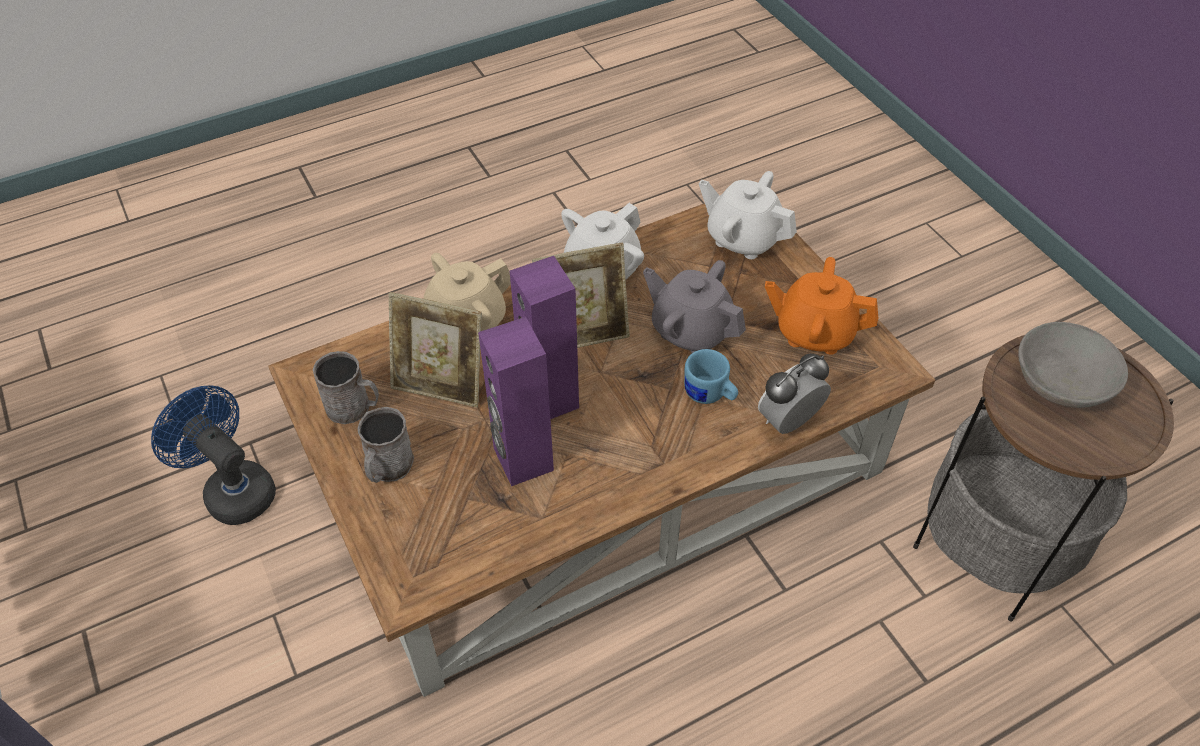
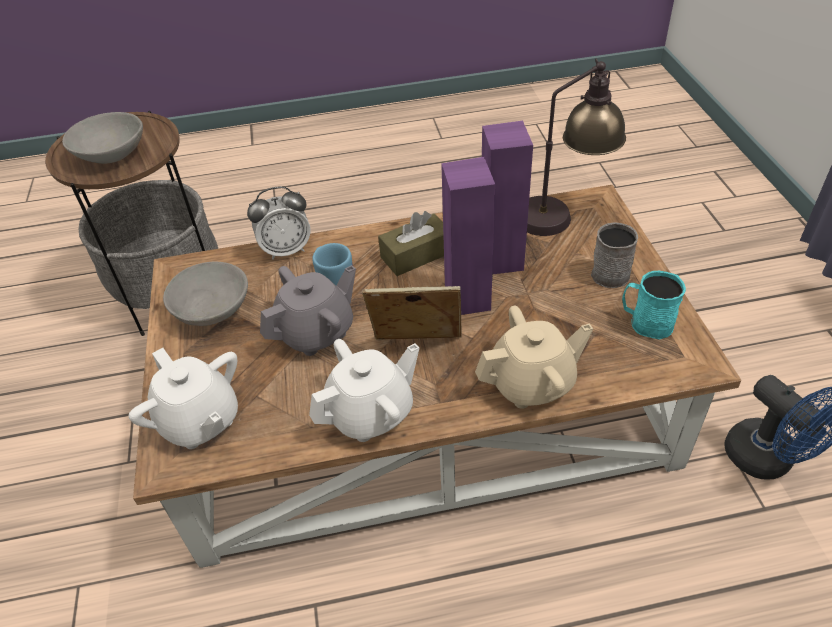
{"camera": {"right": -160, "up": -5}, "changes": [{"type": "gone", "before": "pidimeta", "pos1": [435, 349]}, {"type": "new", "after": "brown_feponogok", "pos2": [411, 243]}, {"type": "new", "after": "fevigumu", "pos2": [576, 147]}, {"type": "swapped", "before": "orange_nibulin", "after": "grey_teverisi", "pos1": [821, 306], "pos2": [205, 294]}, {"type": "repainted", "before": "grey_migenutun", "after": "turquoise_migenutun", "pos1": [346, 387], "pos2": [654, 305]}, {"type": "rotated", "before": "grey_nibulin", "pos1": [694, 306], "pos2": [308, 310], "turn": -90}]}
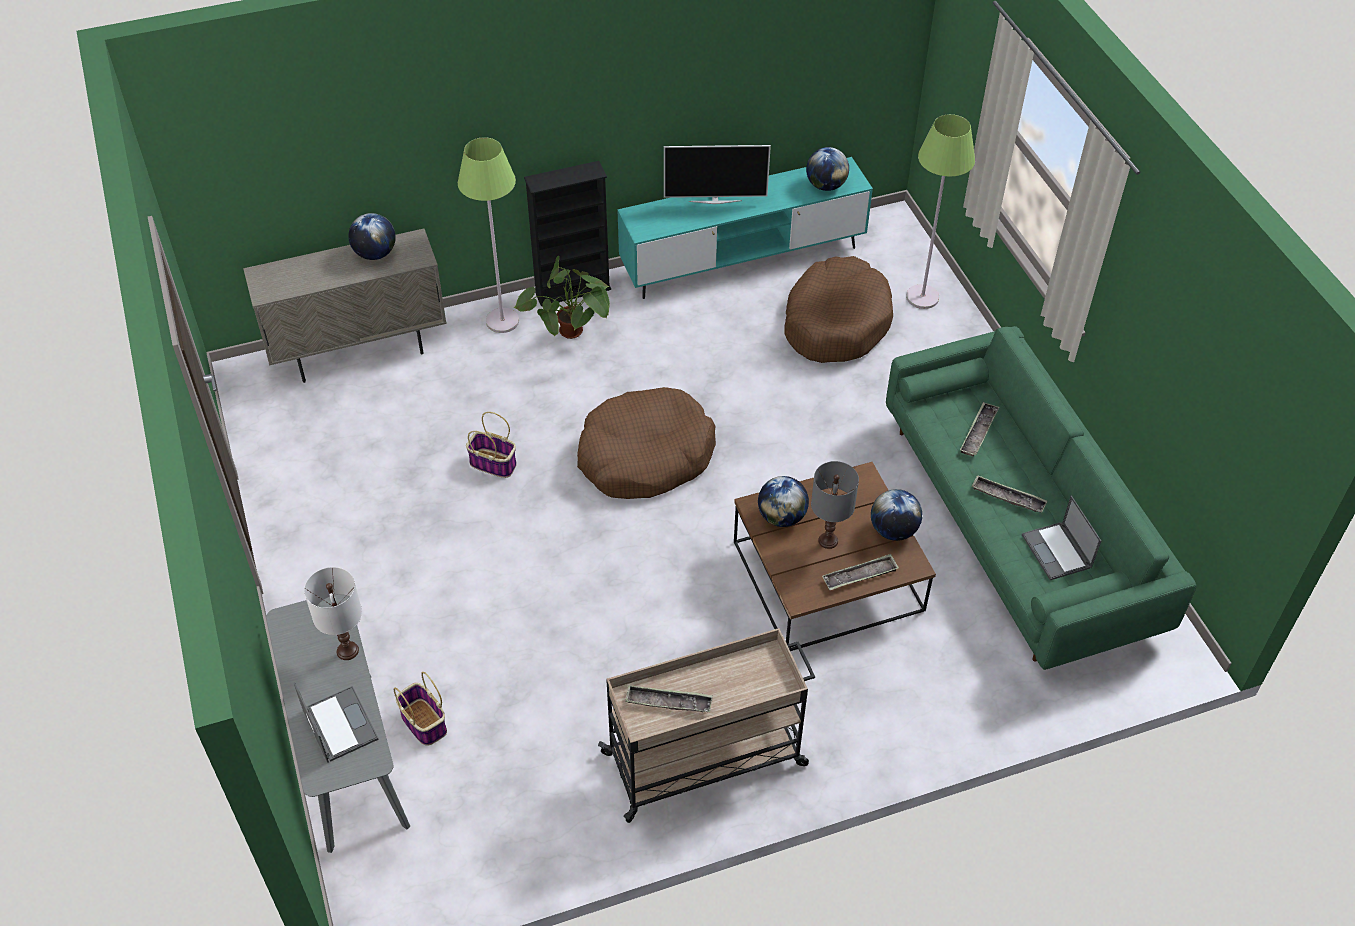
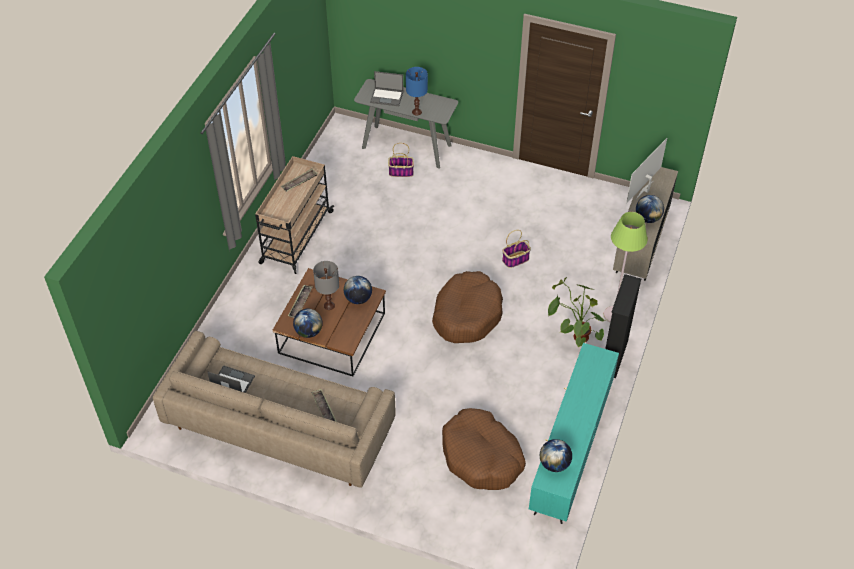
{"camera": {"right": 130, "up": 0}, "changes": [{"type": "gone", "before": "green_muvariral", "pos1": [940, 211]}, {"type": "gone", "before": "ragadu", "pos1": [1009, 494]}, {"type": "shifted", "before": "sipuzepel", "pos1": [717, 174], "pos2": [646, 171]}, {"type": "repainted", "before": "white_fevigumu", "after": "blue_fevigumu", "pos1": [333, 613], "pos2": [417, 91]}, {"type": "repainted", "before": "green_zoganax", "after": "beige_zoganax", "pos1": [1041, 498], "pos2": [274, 409]}]}
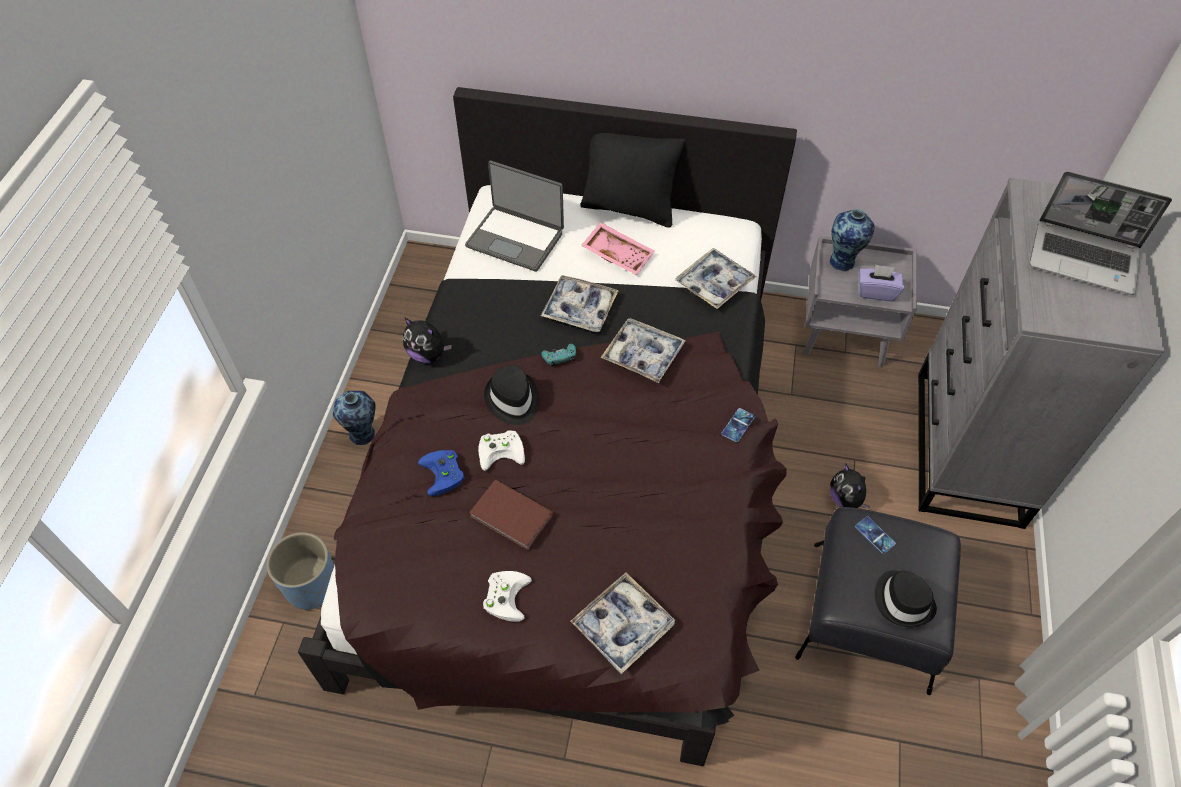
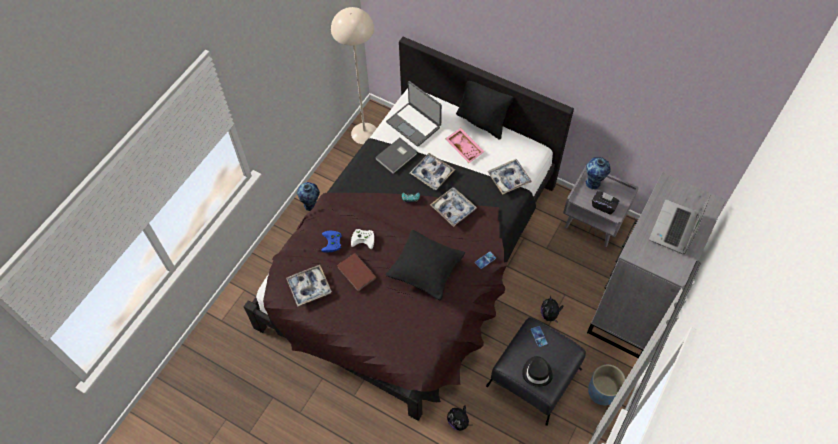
{"camera": {"right": 20, "up": 5}, "changes": [{"type": "gone", "before": "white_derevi", "pos1": [507, 596]}, {"type": "gone", "before": "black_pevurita", "pos1": [512, 395]}, {"type": "new", "after": "beige_muvariral", "pos2": [354, 75]}, {"type": "new", "after": "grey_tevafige", "pos2": [396, 156]}, {"type": "new", "after": "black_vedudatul", "pos2": [425, 264]}, {"type": "shifted", "before": "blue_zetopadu", "pos1": [300, 571], "pos2": [607, 385]}, {"type": "shifted", "before": "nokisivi", "pos1": [427, 340], "pos2": [458, 418]}, {"type": "shifted", "before": "ragadu", "pos1": [623, 623], "pos2": [309, 285]}, {"type": "repainted", "before": "purple_feponogok", "after": "black_feponogok", "pos1": [881, 283], "pos2": [606, 203]}, {"type": "rotated", "before": "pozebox", "pos1": [1100, 233], "pos2": [680, 224], "turn": 75}]}
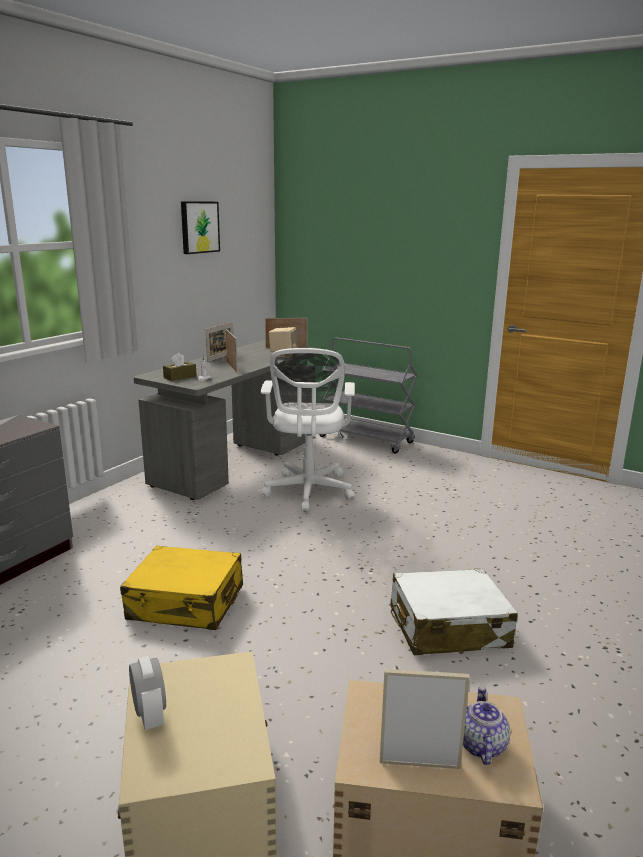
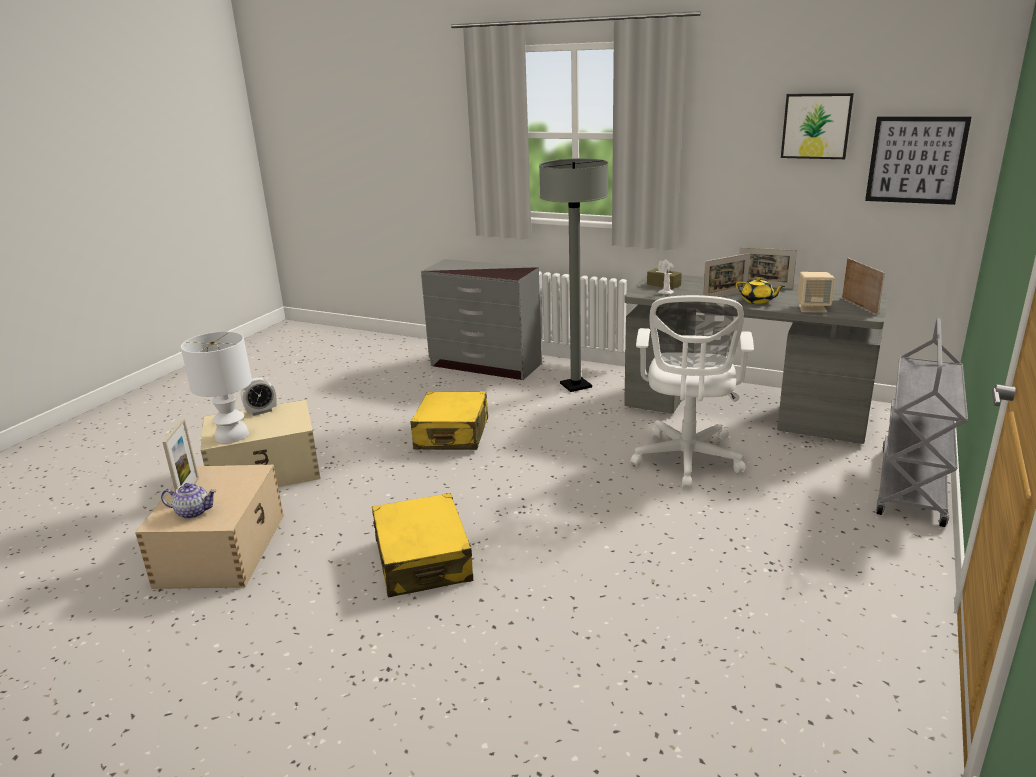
{"camera": {"right": 85, "up": 5}, "changes": [{"type": "new", "after": "white_fevigumu", "pos2": [216, 387]}, {"type": "new", "after": "grey_muvariral", "pos2": [574, 275]}, {"type": "new", "after": "yellow_nibulin", "pos2": [760, 290]}, {"type": "new", "after": "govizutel", "pos2": [918, 160]}, {"type": "repainted", "before": "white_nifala", "after": "yellow_nifala", "pos1": [454, 612], "pos2": [422, 545]}, {"type": "rotated", "before": "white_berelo", "pos1": [308, 430], "pos2": [692, 392], "turn": -75}]}
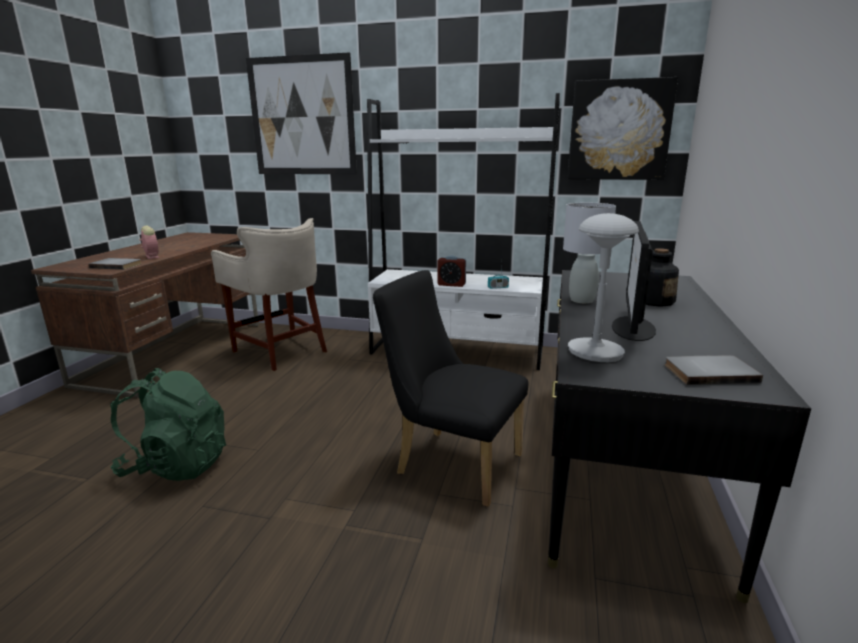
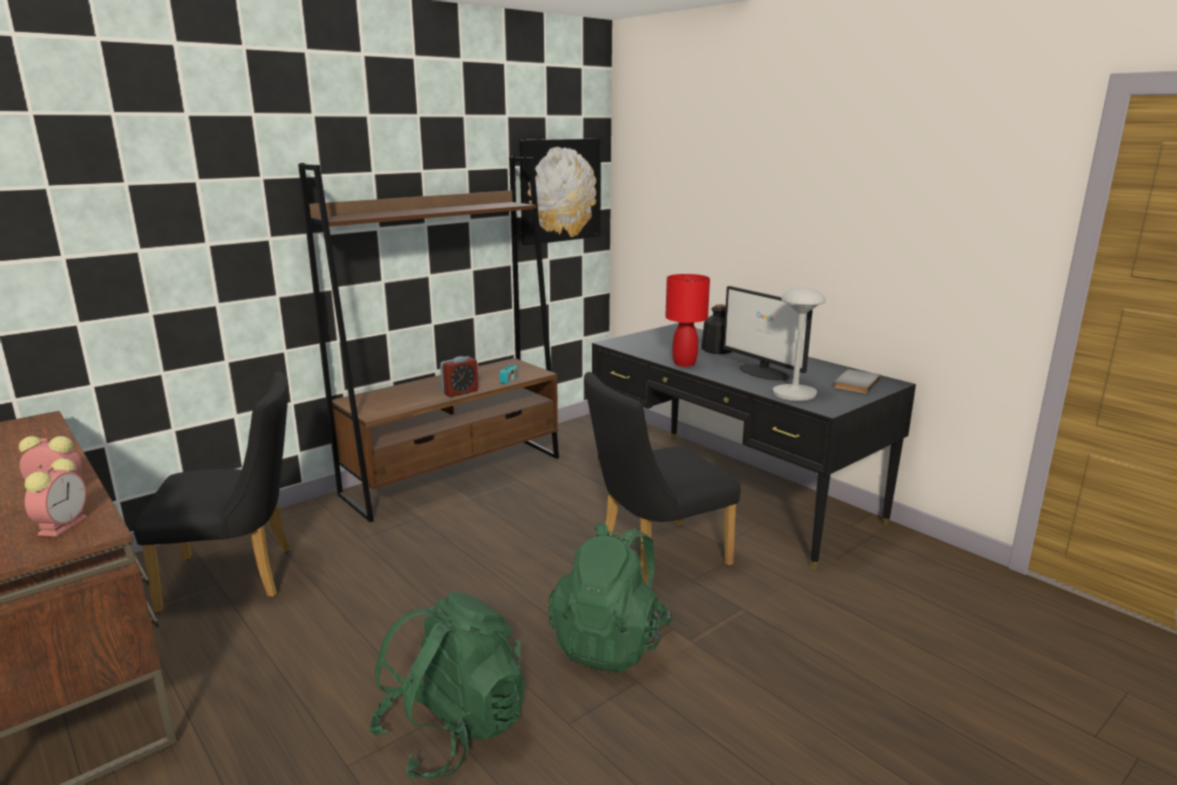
{"camera": {"right": -55, "up": 0}, "changes": [{"type": "gone", "before": "govizutel", "pos1": [301, 113]}, {"type": "new", "after": "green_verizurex", "pos2": [610, 597]}, {"type": "swapped", "before": "grey_tevafige", "after": "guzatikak", "pos1": [114, 264], "pos2": [56, 497]}, {"type": "swapped", "before": "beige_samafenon", "after": "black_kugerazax", "pos1": [269, 294], "pos2": [211, 492]}, {"type": "repainted", "before": "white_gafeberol", "after": "brown_gafeberol", "pos1": [463, 231], "pos2": [428, 339]}, {"type": "repainted", "before": "grey_fevigumu", "after": "red_fevigumu", "pos1": [589, 253], "pos2": [687, 320]}]}
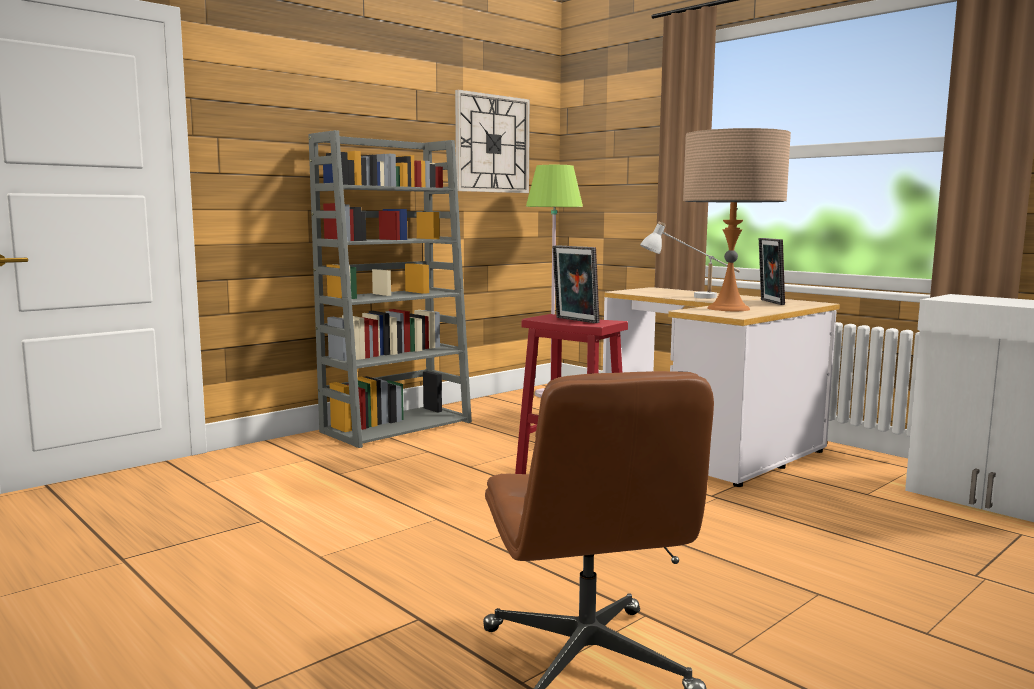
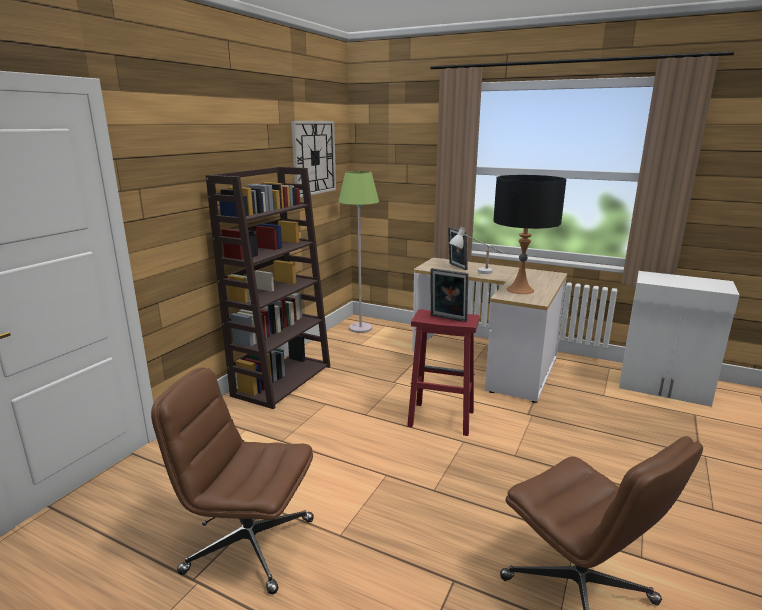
{"camera": {"right": -20, "up": 10}, "changes": [{"type": "new", "after": "brown_berelo", "pos2": [232, 481]}, {"type": "shifted", "before": "pidimeta", "pos1": [772, 271], "pos2": [458, 248]}, {"type": "repainted", "before": "grey_gafeberol", "after": "brown_gafeberol", "pos1": [390, 289], "pos2": [268, 288]}, {"type": "repainted", "before": "beige_fevigumu", "after": "black_fevigumu", "pos1": [737, 219], "pos2": [530, 234]}]}
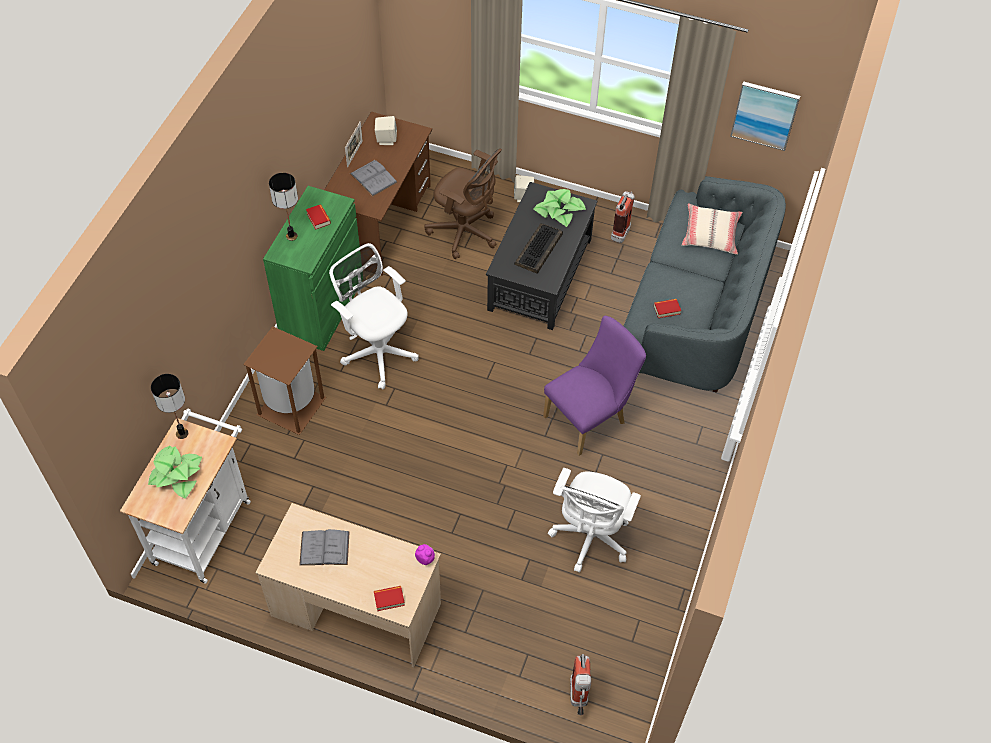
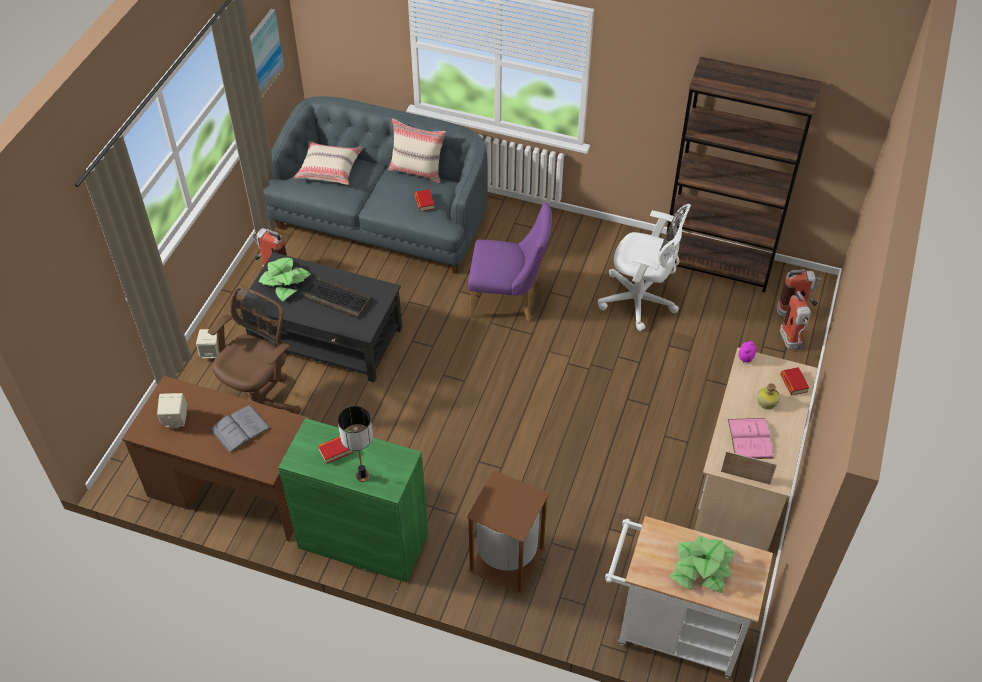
{"camera": {"right": -90, "up": -5}, "changes": [{"type": "gone", "before": "fevigumu", "pos1": [169, 406]}, {"type": "gone", "before": "white_berelo", "pos1": [374, 316]}, {"type": "new", "after": "beige_vedudatul", "pos2": [417, 151]}, {"type": "new", "after": "brown_gafeberol", "pos2": [744, 175]}, {"type": "new", "after": "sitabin", "pos2": [768, 396]}, {"type": "new", "after": "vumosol", "pos2": [795, 321]}, {"type": "shifted", "before": "pidimeta", "pos1": [354, 144], "pos2": [749, 468]}, {"type": "repainted", "before": "grey_tevafige", "after": "pink_tevafige", "pos1": [324, 547], "pos2": [751, 438]}, {"type": "rotated", "before": "purple_kugerazax", "pos1": [594, 386], "pos2": [510, 261], "turn": 135}]}
